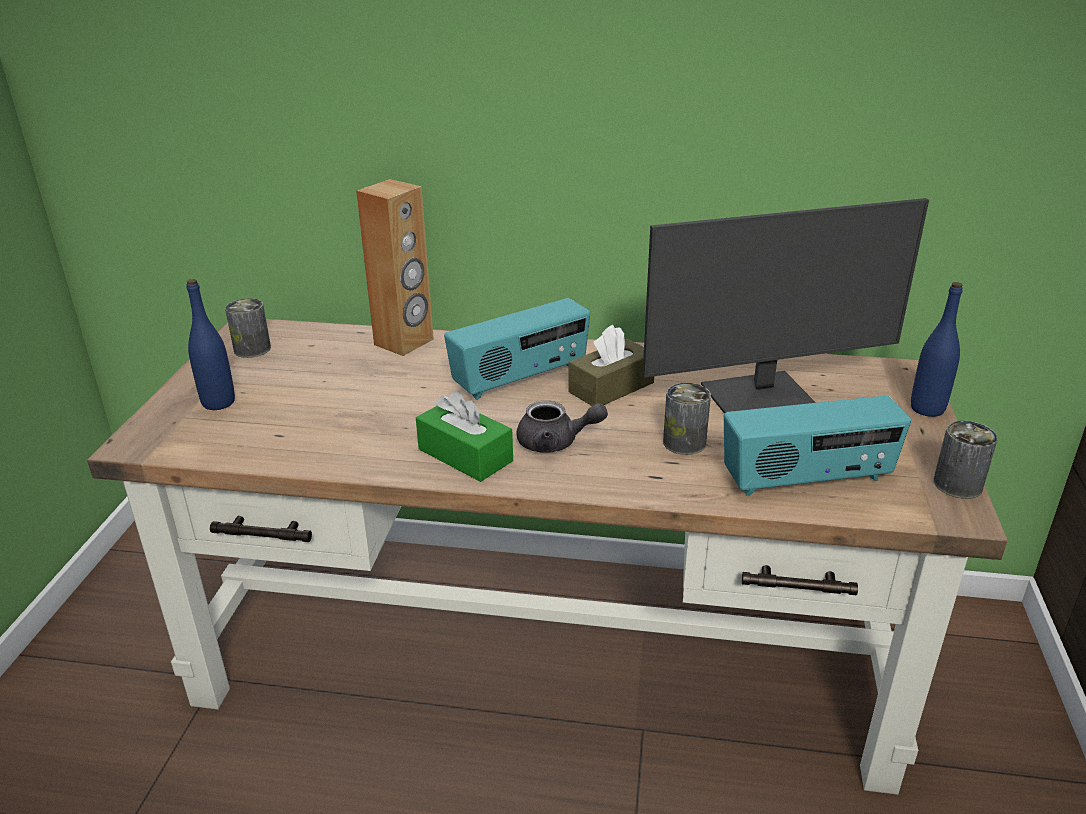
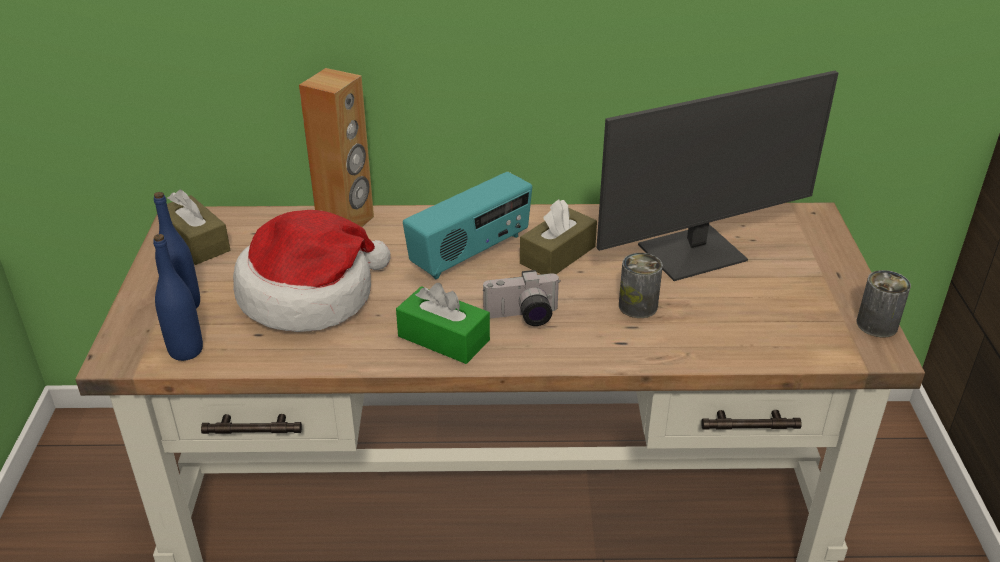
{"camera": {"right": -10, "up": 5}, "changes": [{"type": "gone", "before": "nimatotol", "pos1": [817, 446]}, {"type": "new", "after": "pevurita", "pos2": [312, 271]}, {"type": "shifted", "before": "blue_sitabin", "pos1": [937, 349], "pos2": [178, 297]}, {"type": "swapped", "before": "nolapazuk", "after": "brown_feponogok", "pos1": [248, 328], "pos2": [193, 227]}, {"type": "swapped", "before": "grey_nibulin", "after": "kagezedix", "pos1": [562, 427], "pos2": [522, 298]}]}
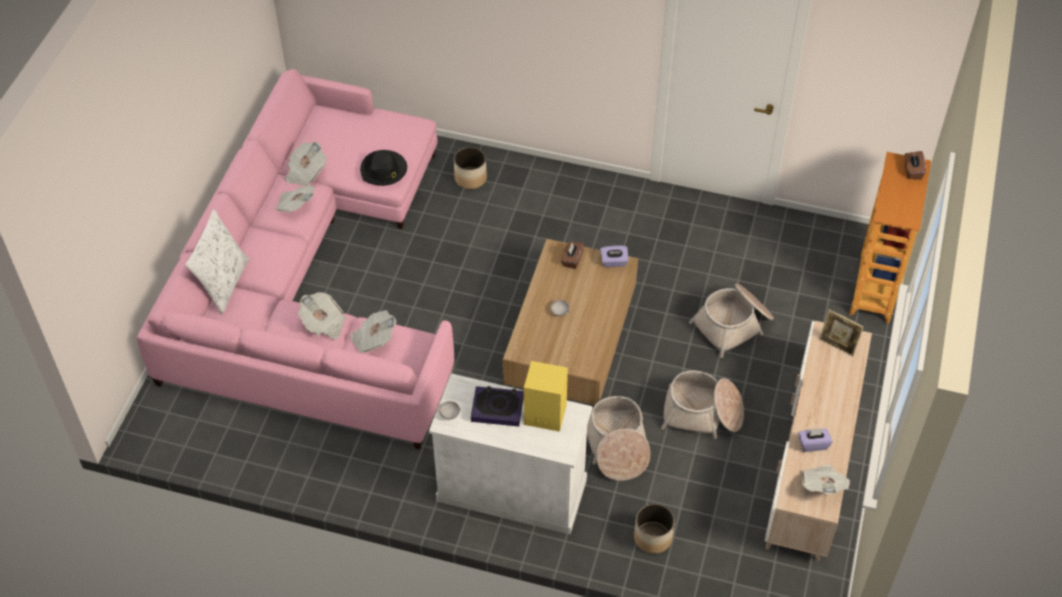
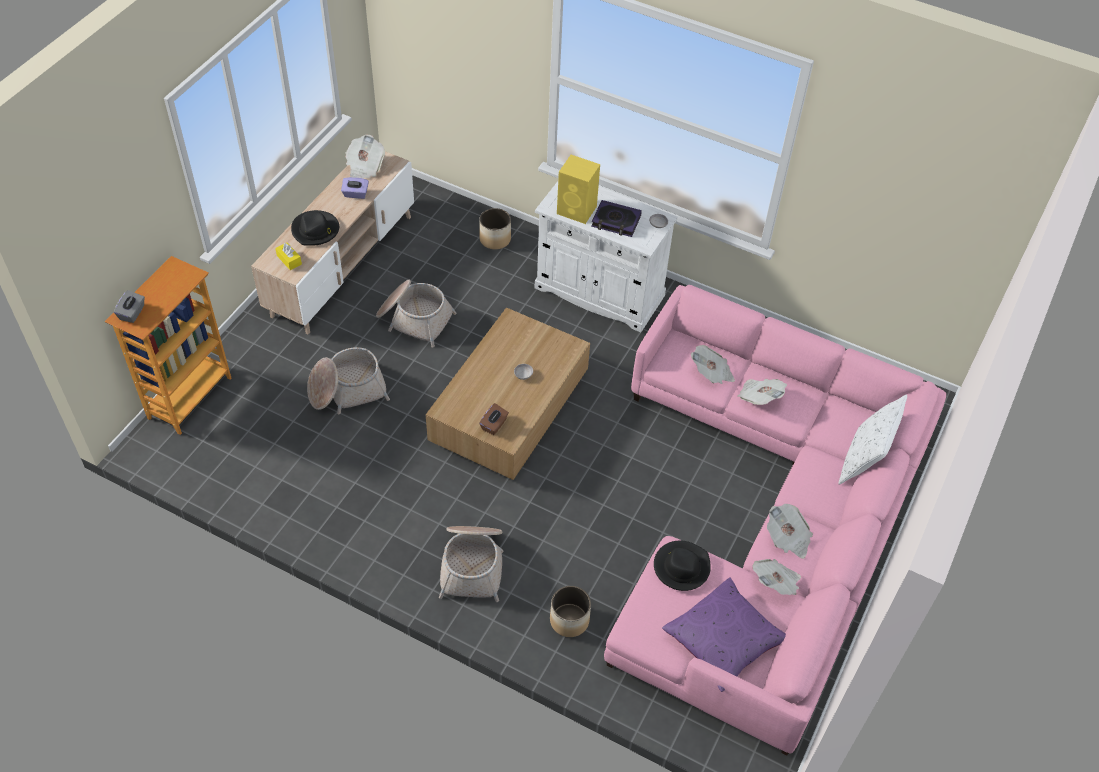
{"camera": {"right": -170, "up": 0}, "changes": [{"type": "gone", "before": "purple_feponogok", "pos1": [614, 256]}, {"type": "new", "after": "black_pevurita", "pos2": [315, 228]}, {"type": "new", "after": "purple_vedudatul", "pos2": [724, 634]}, {"type": "shifted", "before": "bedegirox", "pos1": [618, 438], "pos2": [471, 564]}, {"type": "swapped", "before": "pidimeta", "after": "yellow_feponogok", "pos1": [841, 332], "pos2": [288, 256]}, {"type": "repainted", "before": "brown_feponogok", "after": "grey_feponogok", "pos1": [915, 165], "pos2": [129, 306]}]}
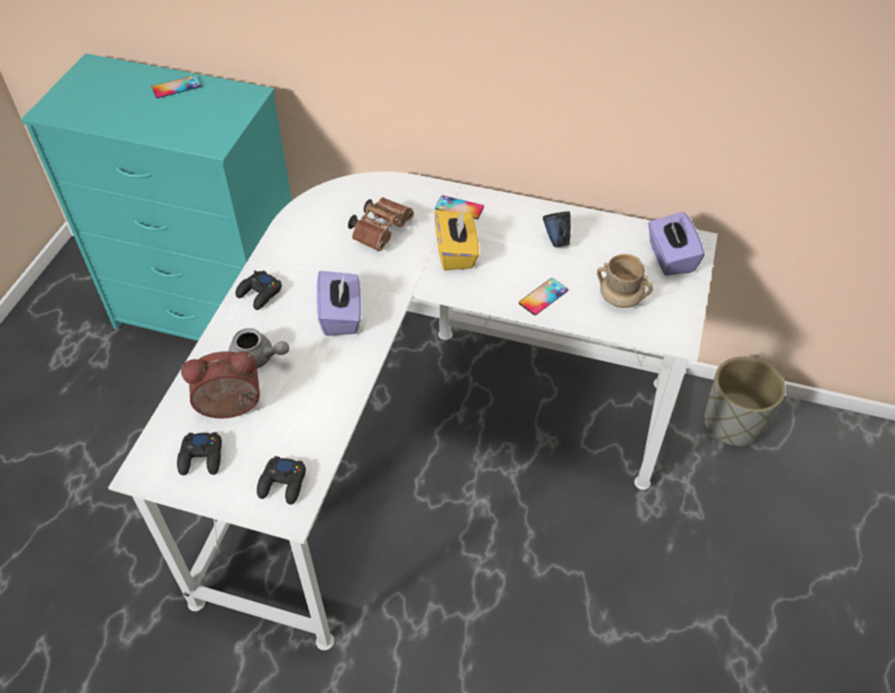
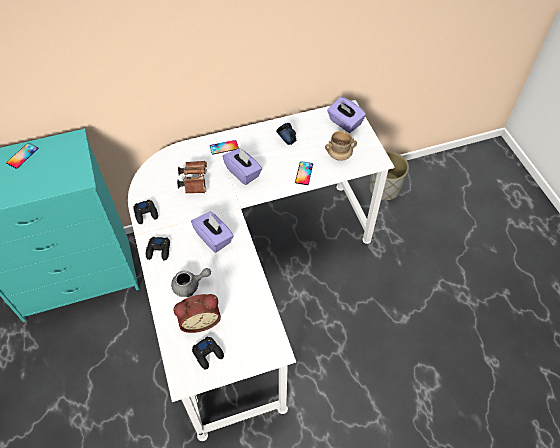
{"camera": {"right": -35, "up": 5}, "changes": [{"type": "shifted", "before": "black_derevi", "pos1": [281, 480], "pos2": [145, 212]}, {"type": "repainted", "before": "yellow_feponogok", "after": "purple_feponogok", "pos1": [457, 239], "pos2": [242, 166]}, {"type": "rotated", "before": "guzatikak", "pos1": [220, 384], "pos2": [197, 313], "turn": -150}]}
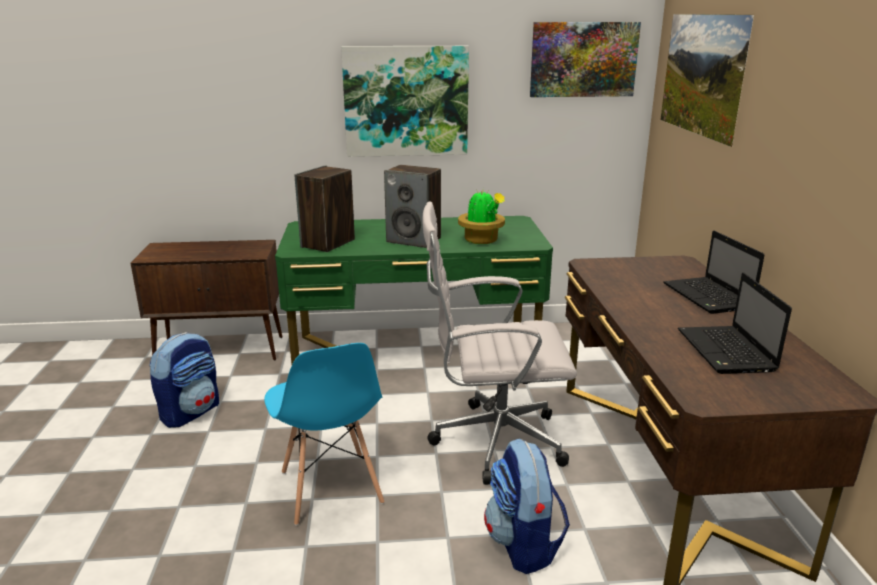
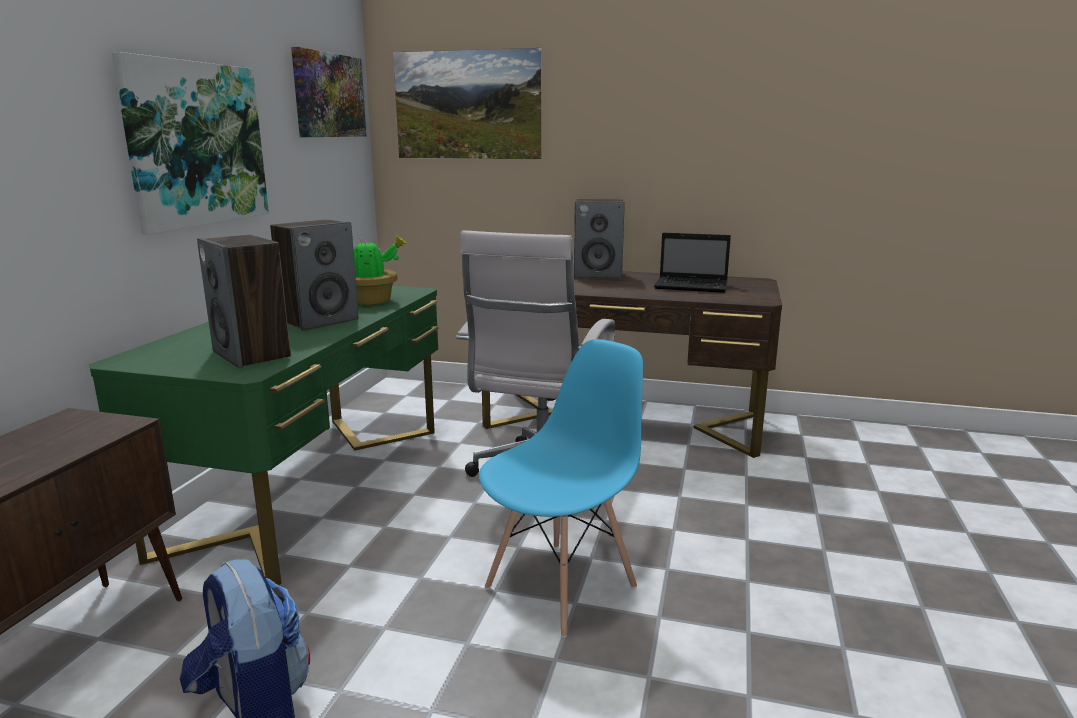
{"camera": {"right": -70, "up": -5}, "changes": [{"type": "gone", "before": "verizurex", "pos1": [527, 506]}, {"type": "swapped", "before": "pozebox", "after": "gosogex", "pos1": [714, 272], "pos2": [599, 239]}, {"type": "rotated", "before": "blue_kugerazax", "pos1": [324, 434], "pos2": [561, 488], "turn": -45}]}
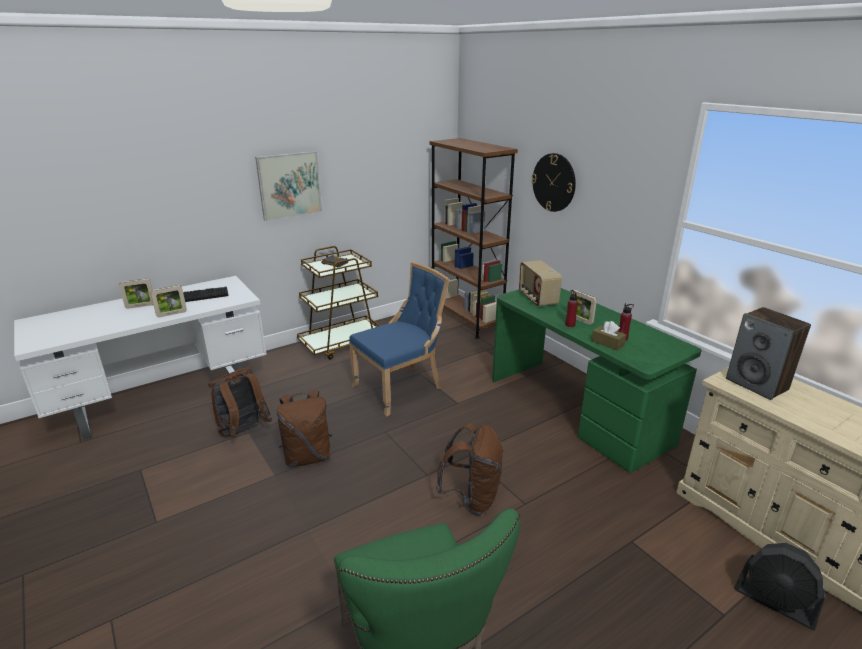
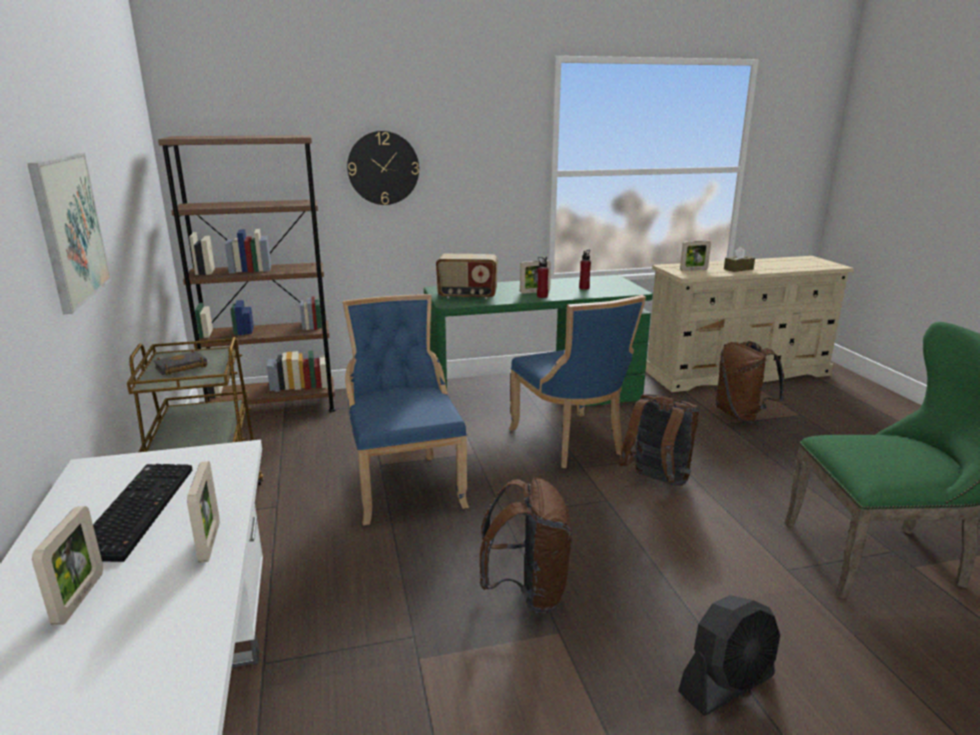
{"camera": {"right": -70, "up": -5}, "changes": [{"type": "new", "after": "blue_kugerazax", "pos2": [577, 381]}, {"type": "shifted", "before": "brown_verizurex", "pos1": [240, 402], "pos2": [750, 382]}, {"type": "shifted", "before": "brown_feponogok", "pos1": [608, 336], "pos2": [739, 259]}, {"type": "shifted", "before": "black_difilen", "pos1": [779, 586], "pos2": [729, 655]}, {"type": "swapped", "before": "gosogex", "after": "pidimeta", "pos1": [768, 353], "pos2": [695, 255]}]}
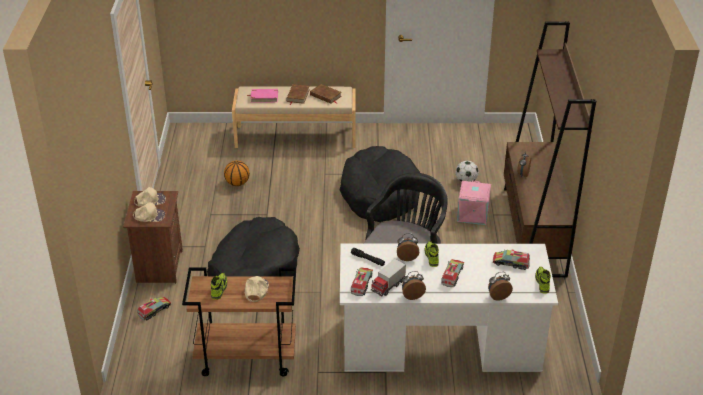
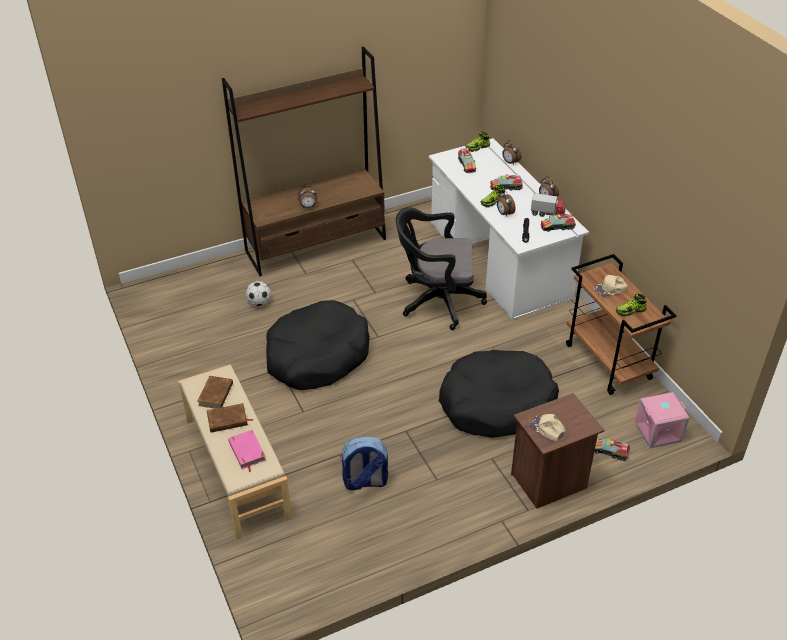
{"camera": {"right": -115, "up": 5}, "changes": [{"type": "gone", "before": "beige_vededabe", "pos1": [149, 212]}, {"type": "shifted", "before": "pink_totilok", "pos1": [474, 202], "pos2": [662, 420]}, {"type": "swapped", "before": "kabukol", "after": "verizurex", "pos1": [237, 173], "pos2": [364, 463]}]}
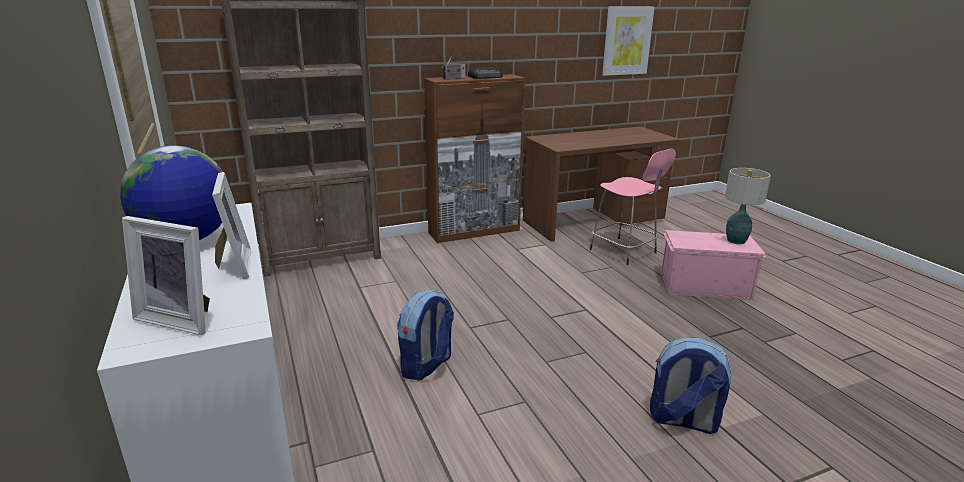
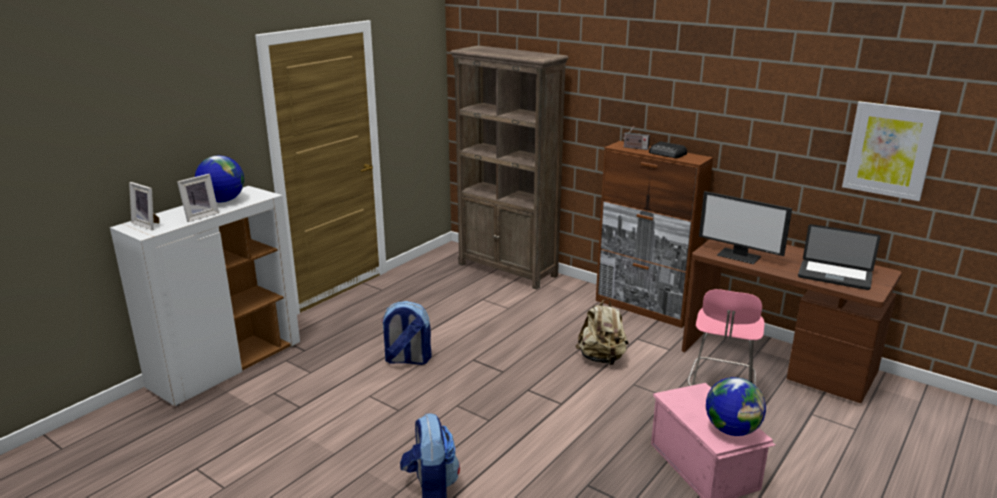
{"camera": {"right": 60, "up": 0}, "changes": [{"type": "new", "after": "beige_verizurex", "pos2": [602, 331]}, {"type": "new", "after": "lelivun", "pos2": [745, 228]}, {"type": "new", "after": "pozebox", "pos2": [839, 257]}, {"type": "swapped", "before": "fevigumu", "after": "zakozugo", "pos1": [748, 206], "pos2": [736, 406]}, {"type": "rotated", "before": "pidimeta", "pos1": [166, 275], "pos2": [144, 206], "turn": -45}]}
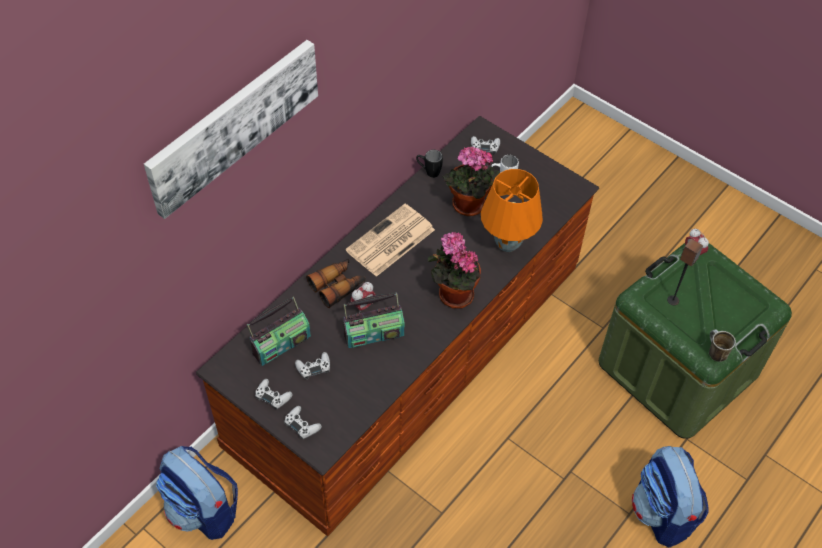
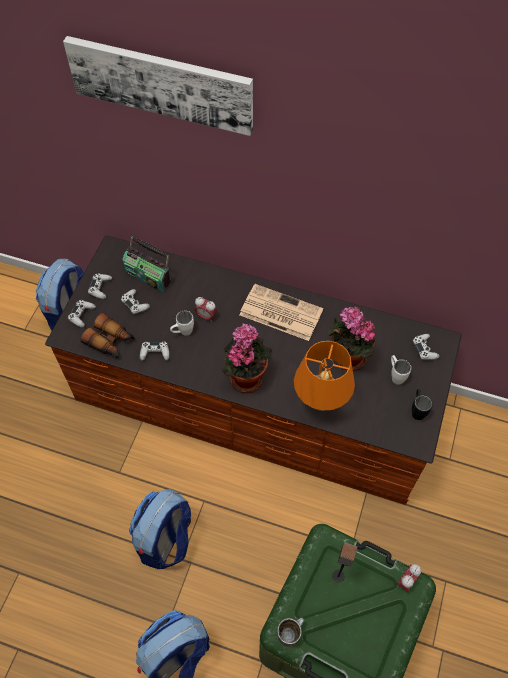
{"camera": {"right": 70, "up": 5}, "changes": [{"type": "new", "after": "verizurex", "pos2": [160, 529]}, {"type": "new", "after": "white_derevi", "pos2": [154, 351]}, {"type": "shifted", "before": "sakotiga", "pos1": [335, 283], "pos2": [107, 335]}, {"type": "shifted", "before": "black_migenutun", "pos1": [429, 164], "pos2": [422, 404]}, {"type": "swapped", "before": "nimatotol", "after": "white_migenutun", "pos1": [374, 320], "pos2": [182, 323]}]}
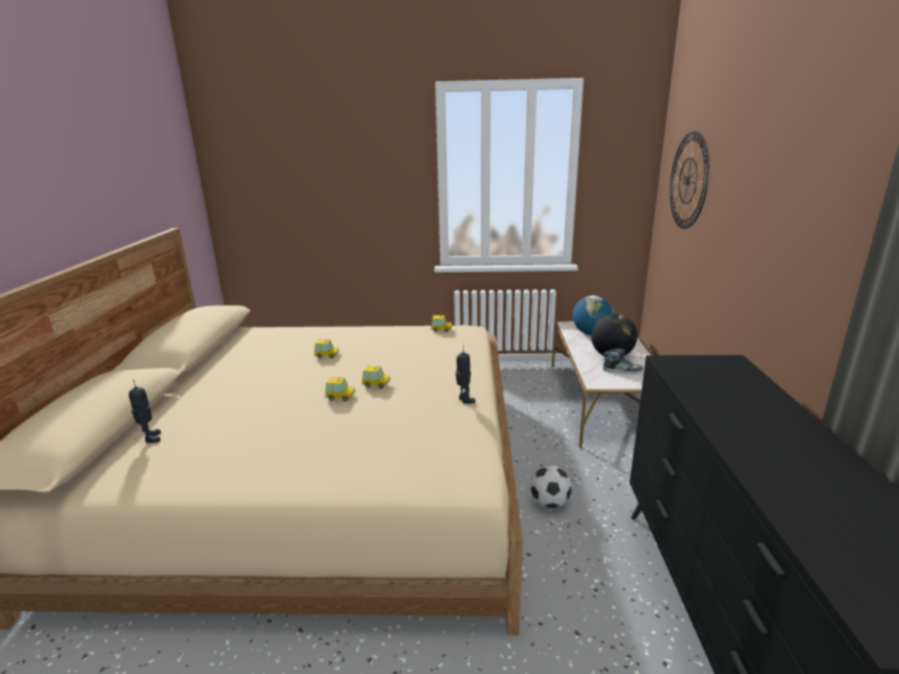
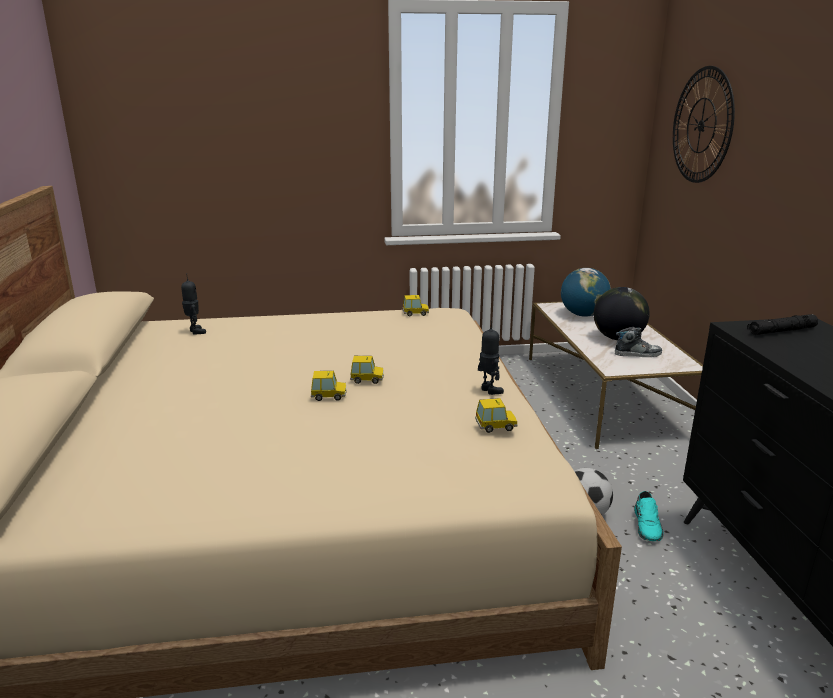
{"camera": {"right": -10, "up": 0}, "changes": [{"type": "new", "after": "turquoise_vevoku", "pos2": [649, 516]}, {"type": "new", "after": "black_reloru", "pos2": [782, 324]}, {"type": "shifted", "before": "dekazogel", "pos1": [145, 411], "pos2": [193, 304]}, {"type": "shifted", "before": "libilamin", "pos1": [326, 349], "pos2": [496, 415]}]}
